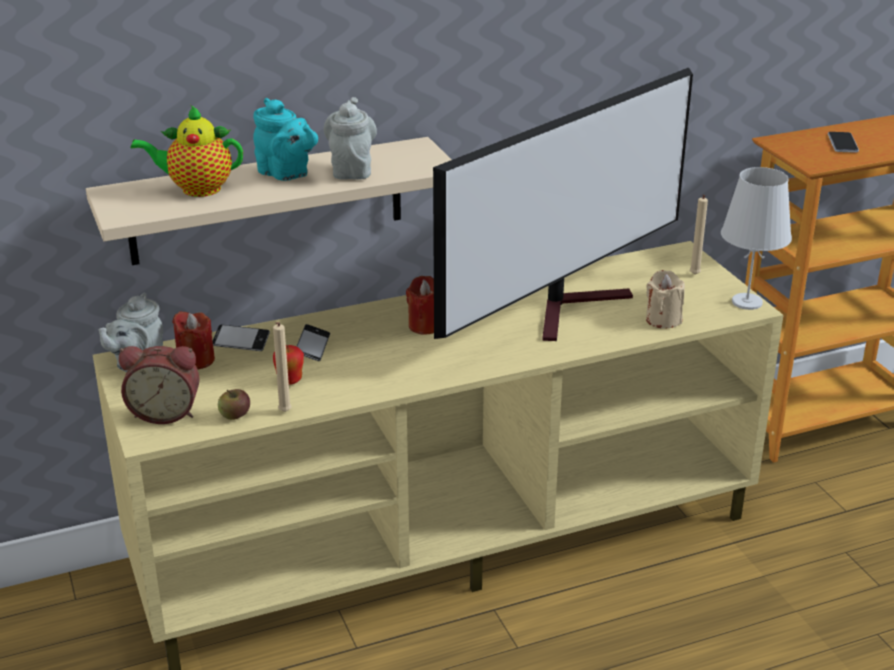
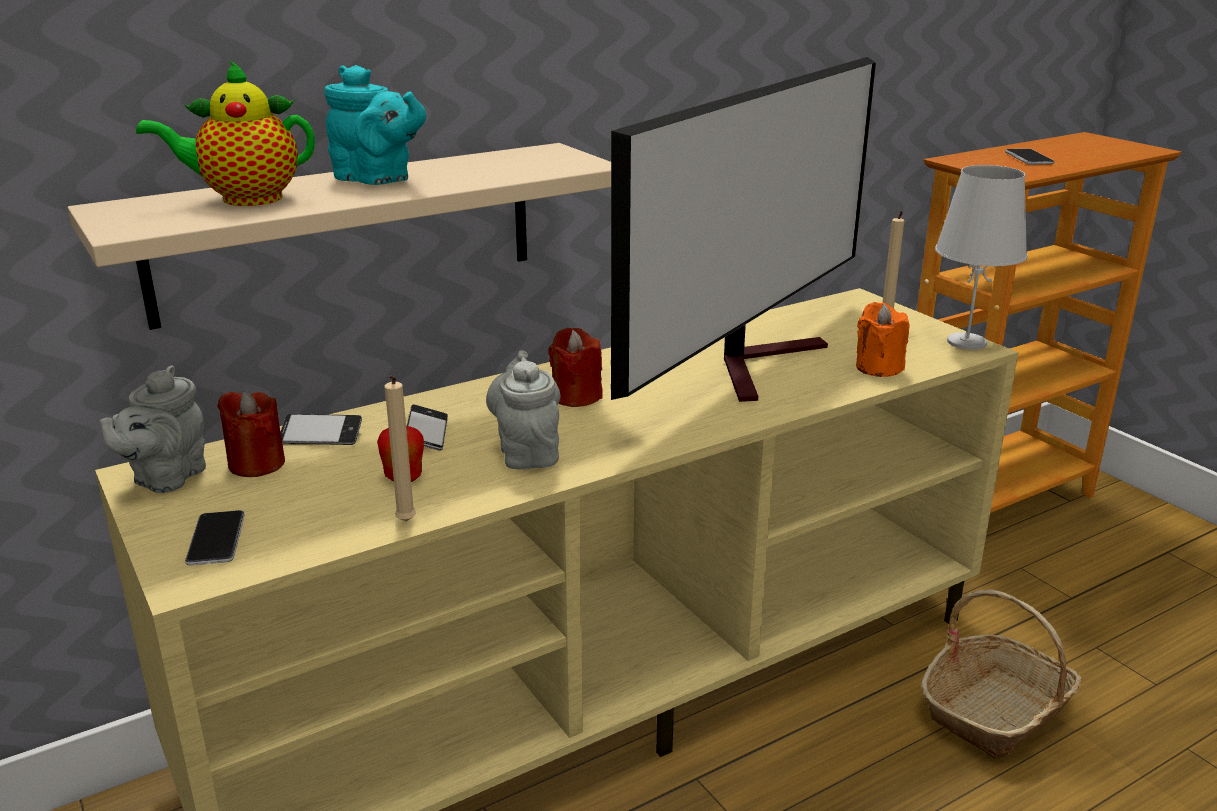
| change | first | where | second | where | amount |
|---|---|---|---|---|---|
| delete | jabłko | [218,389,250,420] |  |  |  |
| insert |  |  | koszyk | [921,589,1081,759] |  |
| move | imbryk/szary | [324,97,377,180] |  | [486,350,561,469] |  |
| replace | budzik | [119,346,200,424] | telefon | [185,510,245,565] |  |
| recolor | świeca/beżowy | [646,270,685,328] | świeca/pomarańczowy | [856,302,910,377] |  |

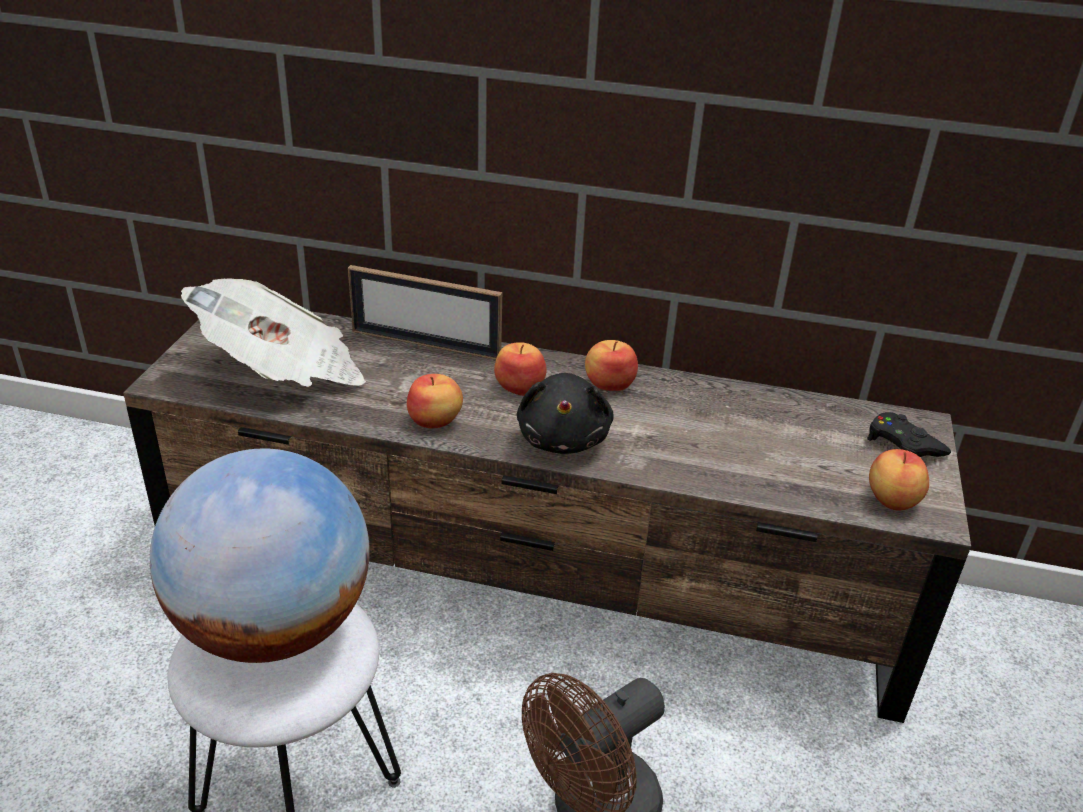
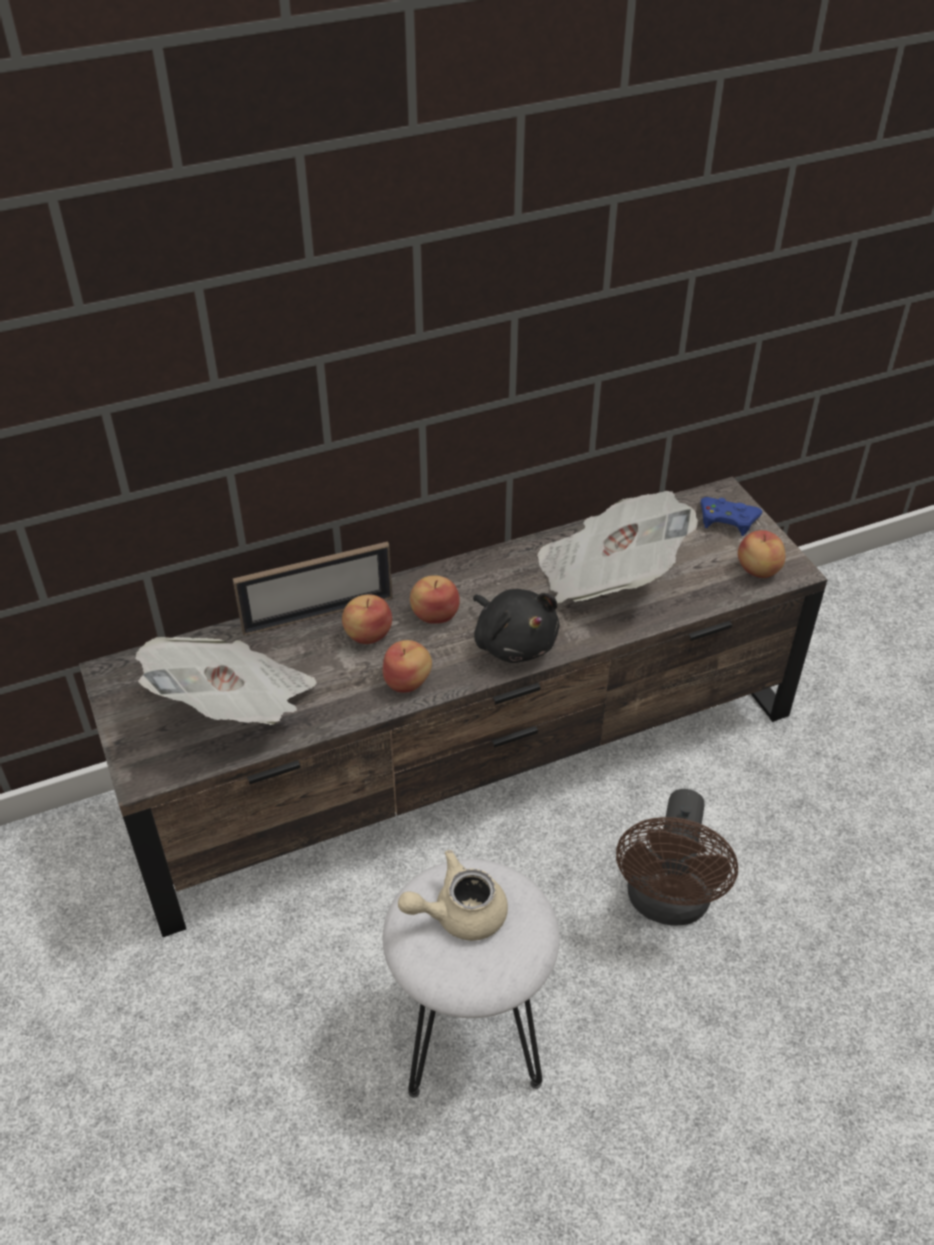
| change | first | where | second | where | amount |
|---|---|---|---|---|---|
| insert |  |  | gazeta | [537,491,697,603] |  |
| move | jabłko | [585,340,638,391] |  | [342,594,392,644] |  |
| replace | globus | [150,448,370,663] | imbryk/beżowy | [398,850,508,941] |  |
| recolor | pad do gier/czarny | [867,412,951,457] | pad do gier/niebieski | [701,497,762,536] |  |

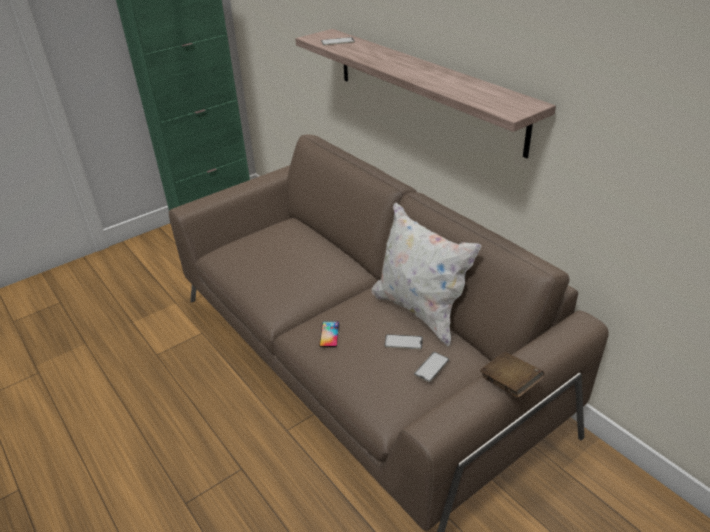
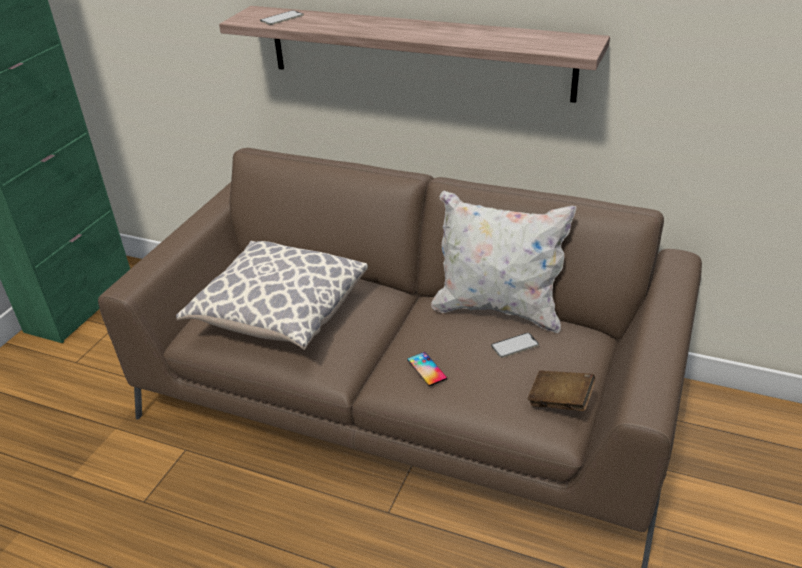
| change | first | where | second | where | amount |
|---|---|---|---|---|---|
| delete | telefon | [414,352,449,382] |  |  |  |
| insert |  |  | poduszka | [176,241,368,350] |  |
| move | książka/brązowy | [480,352,544,398] |  | [528,370,595,411] |  |

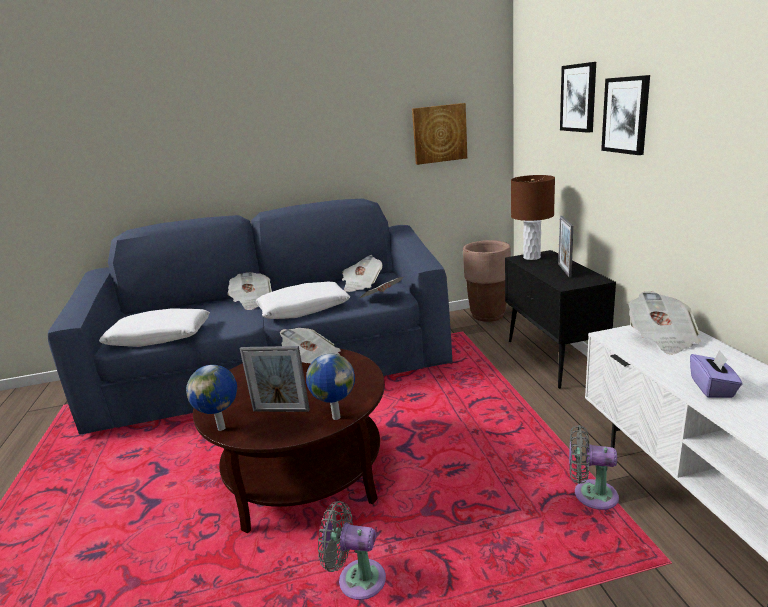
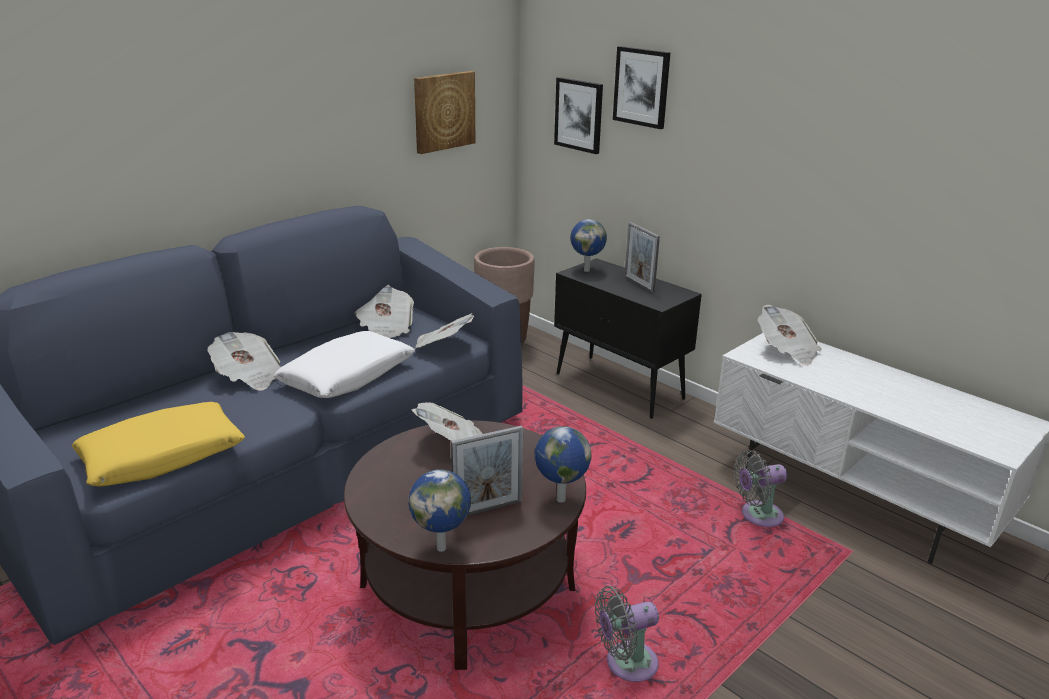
| change | first | where | second | where | amount |
|---|---|---|---|---|---|
| delete | pudełko chusteczek/fioletowy | [690,350,742,398] |  |  |  |
| move | obraz | [601,75,650,155] |  | [554,77,603,154] |  |
| replace | lampa stołowa/brązowy | [511,175,555,260] | globus | [570,219,607,272] |  |
| recolor | poduszka/biały | [99,308,210,347] | poduszka/żółty | [72,402,245,486] |  |

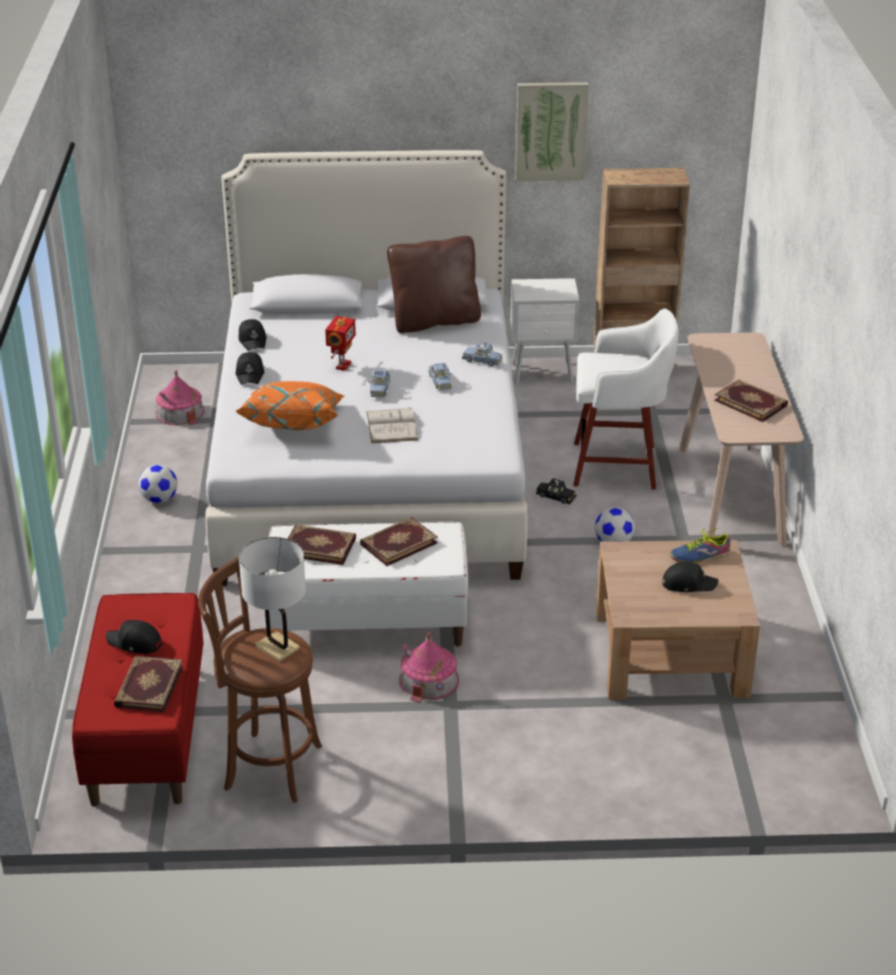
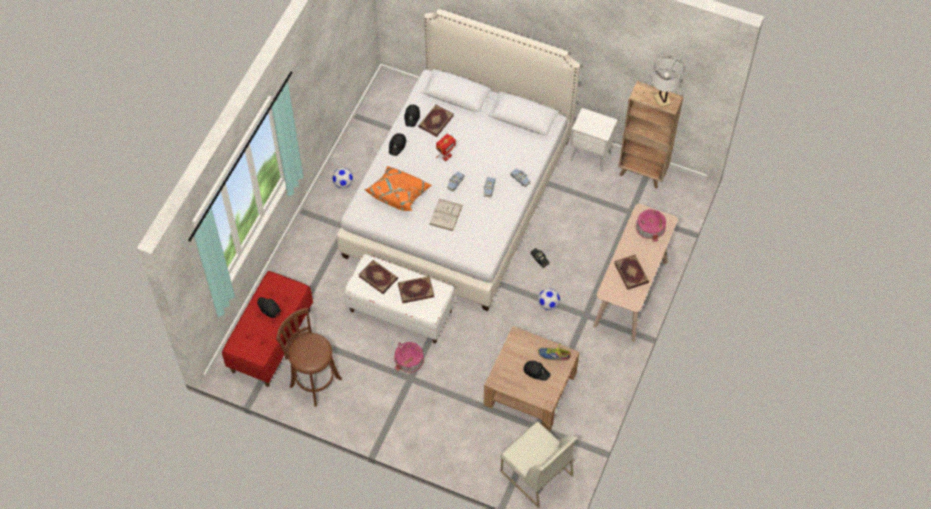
| change | first | where | second | where | amount |
|---|---|---|---|---|---|
| delete | poduszka/brązowy | [387,236,481,333] |  |  |  |
| delete | obraz | [515,82,589,181] |  |  |  |
| delete | stołek/biały | [573,309,679,490] |  |  |  |
| insert |  |  | krzesło/biały | [500,421,577,508] |  |
| move | książka | [114,655,183,712] |  | [418,105,453,137] |  |
| move | domek | [155,370,205,425] |  | [636,209,666,242] |  |
| move | lampa stołowa/biały | [239,537,306,662] |  | [652,57,682,108] |  |

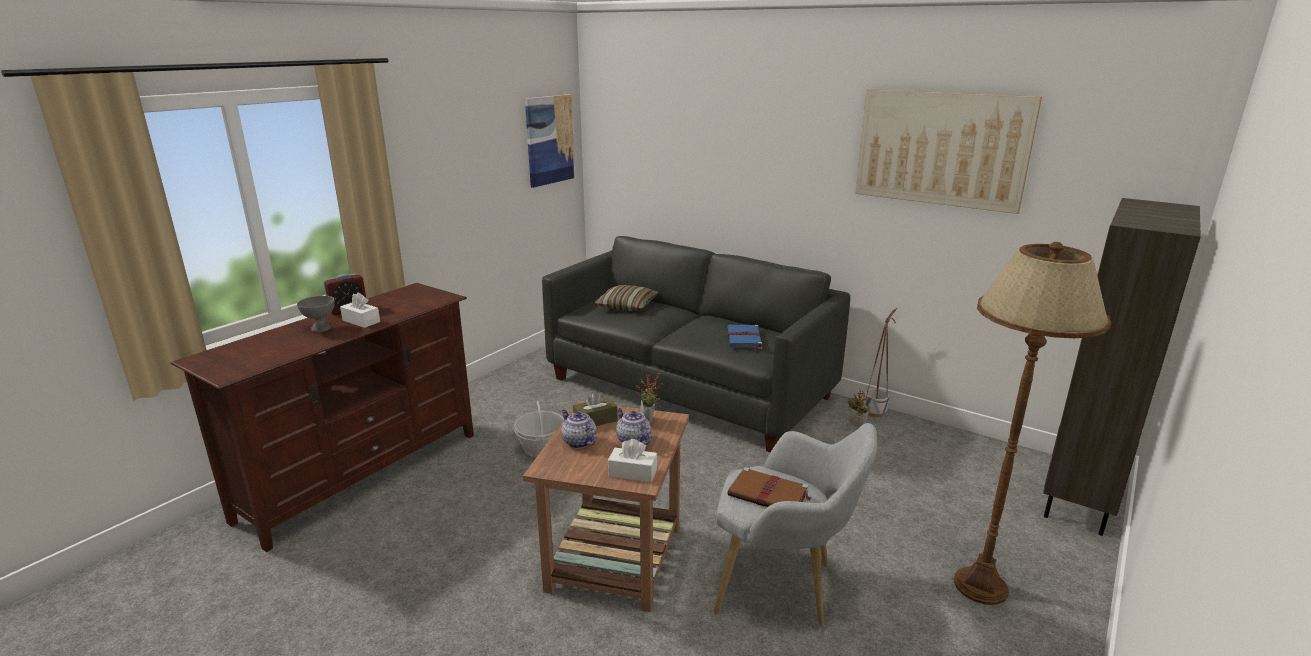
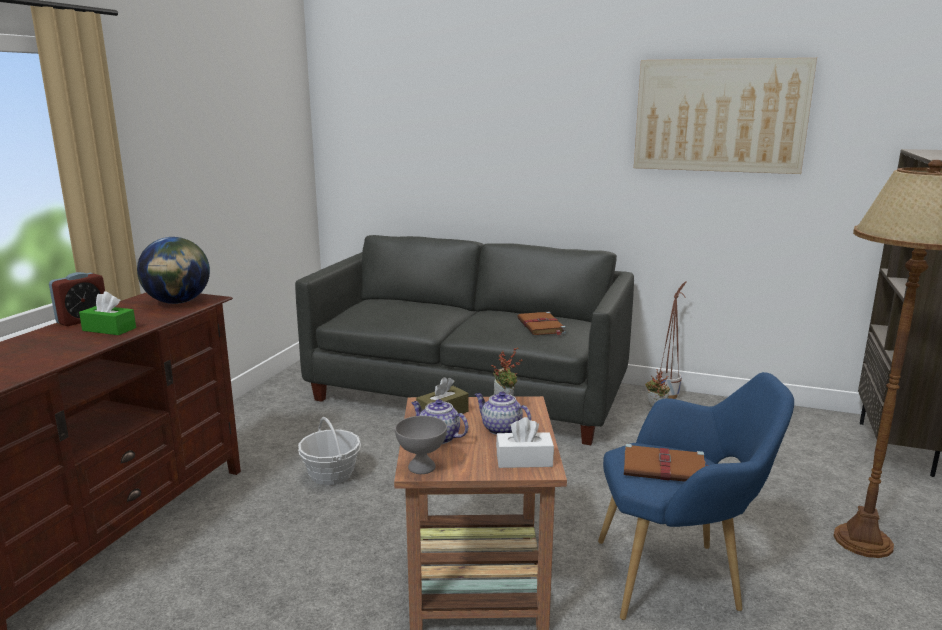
| change | first | where | second | where | amount |
|---|---|---|---|---|---|
| delete | obraz | [525,94,575,188] |  |  |  |
| delete | poduszka | [594,285,658,311] |  |  |  |
| insert |  |  | globus | [137,237,210,304] |  |
| move | miska/szary | [297,296,335,332] |  | [395,416,447,474] |  |
| recolor | pudełko chusteczek/biały | [340,292,380,328] | pudełko chusteczek/zielony | [79,291,136,335] |  |
| recolor | fotel/szary | [714,423,877,627] | fotel/niebieski | [598,372,794,620] |  |
| recolor | książka/niebieski | [727,324,762,351] | książka/brązowy | [517,312,566,335] |  |

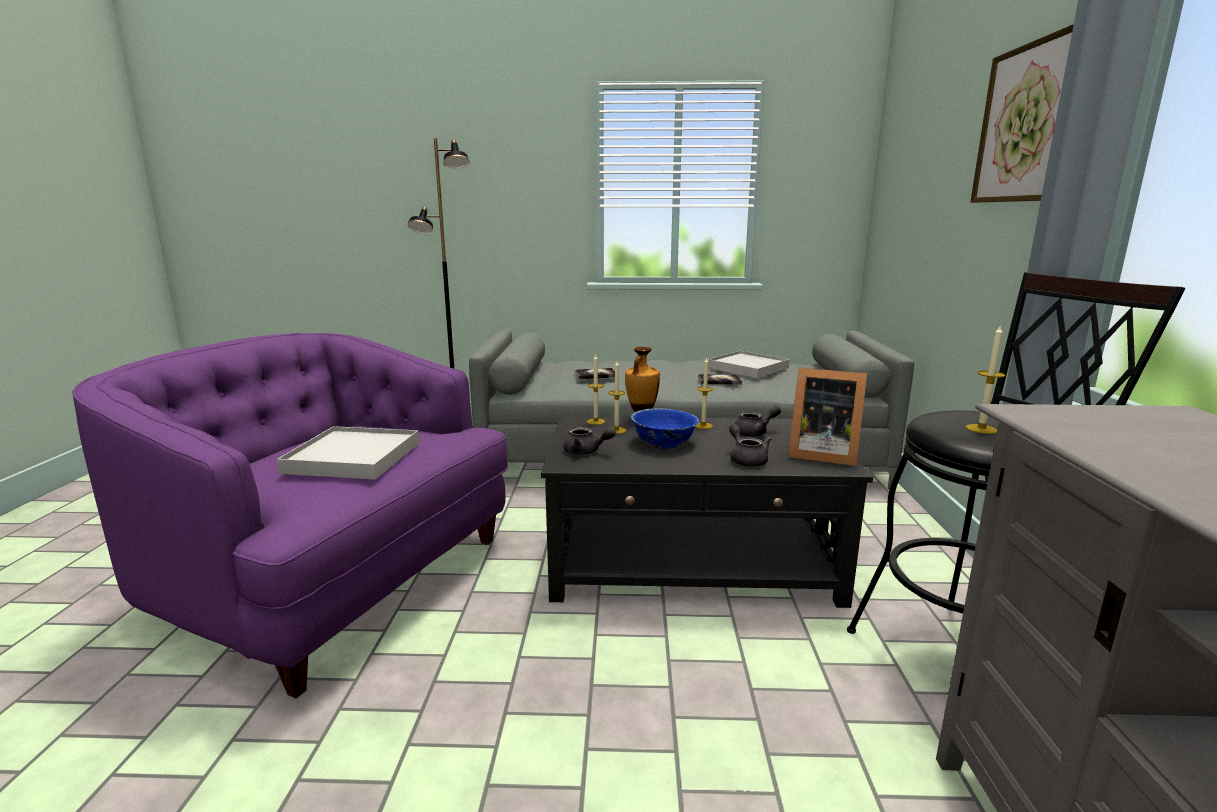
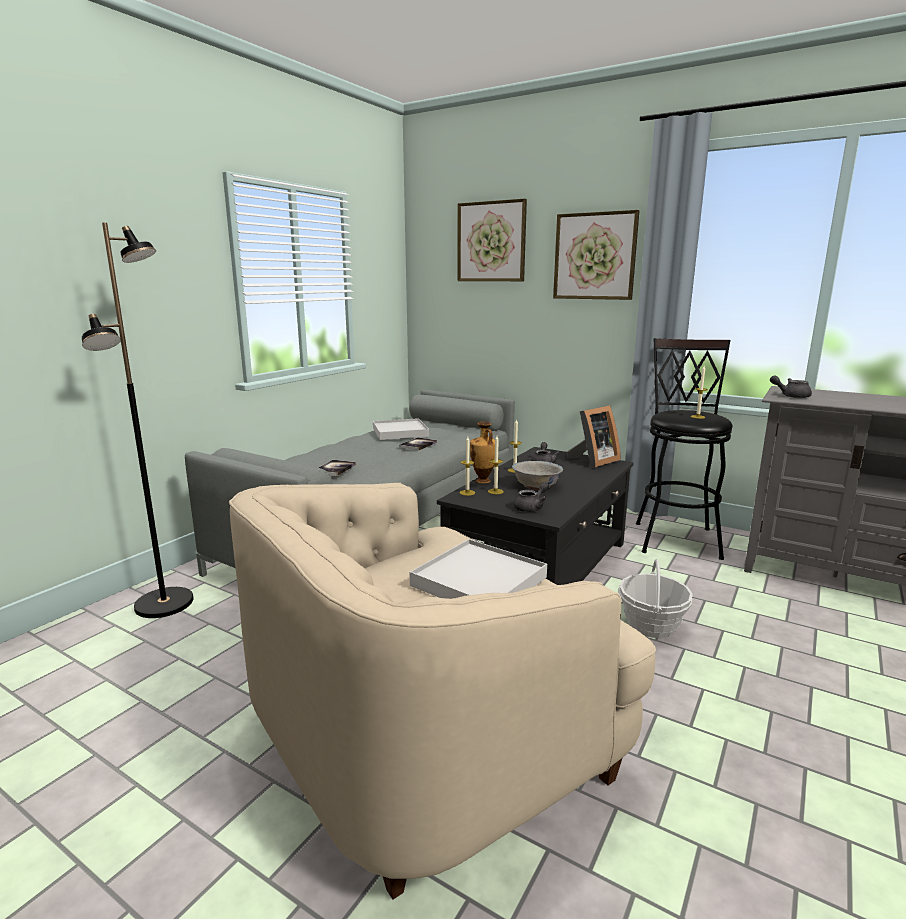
| change | first | where | second | where | amount |
|---|---|---|---|---|---|
| insert |  |  | obraz | [457,199,527,281] |  |
| insert |  |  | koszyk | [618,559,693,638] |  |
| move | imbryk/szary | [729,424,771,467] |  | [770,375,812,398] |  |
| recolor | fotel/fioletowy | [72,333,509,698] | fotel/beżowy | [229,483,656,900] |  |
| recolor | miska/niebieski | [631,408,699,449] | miska/biały | [512,461,563,490] |  |

